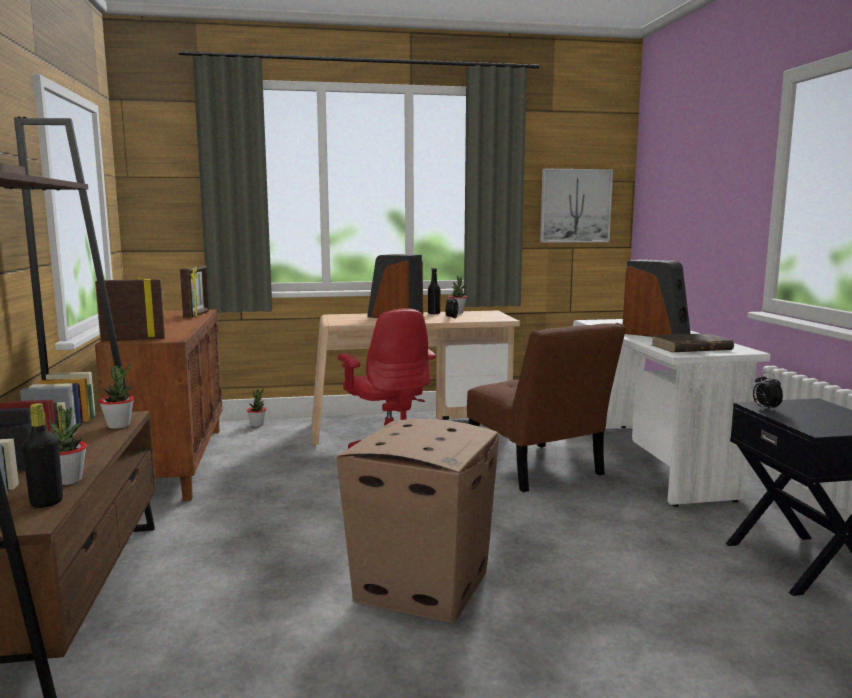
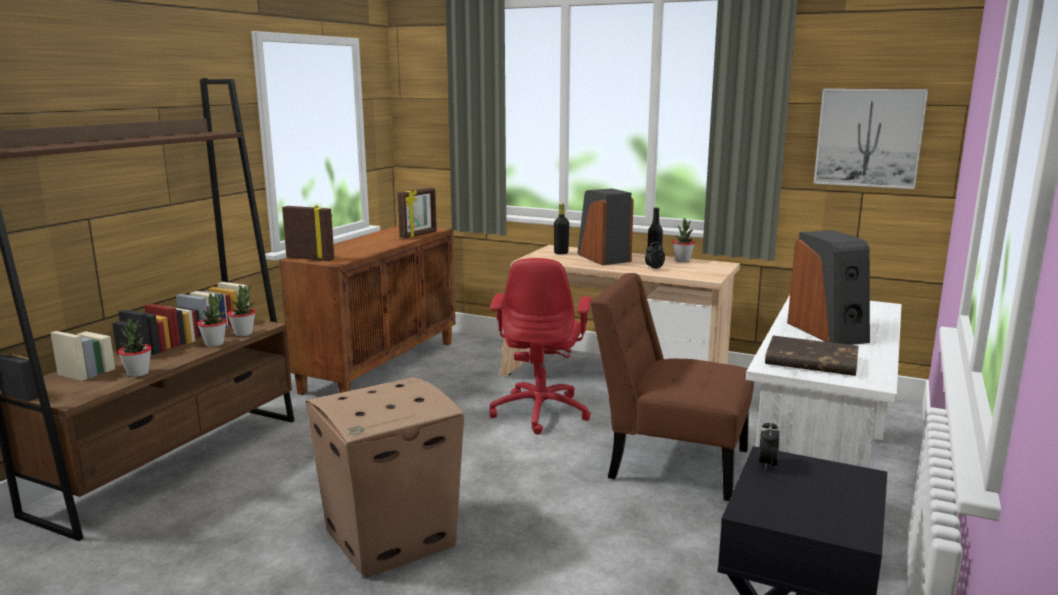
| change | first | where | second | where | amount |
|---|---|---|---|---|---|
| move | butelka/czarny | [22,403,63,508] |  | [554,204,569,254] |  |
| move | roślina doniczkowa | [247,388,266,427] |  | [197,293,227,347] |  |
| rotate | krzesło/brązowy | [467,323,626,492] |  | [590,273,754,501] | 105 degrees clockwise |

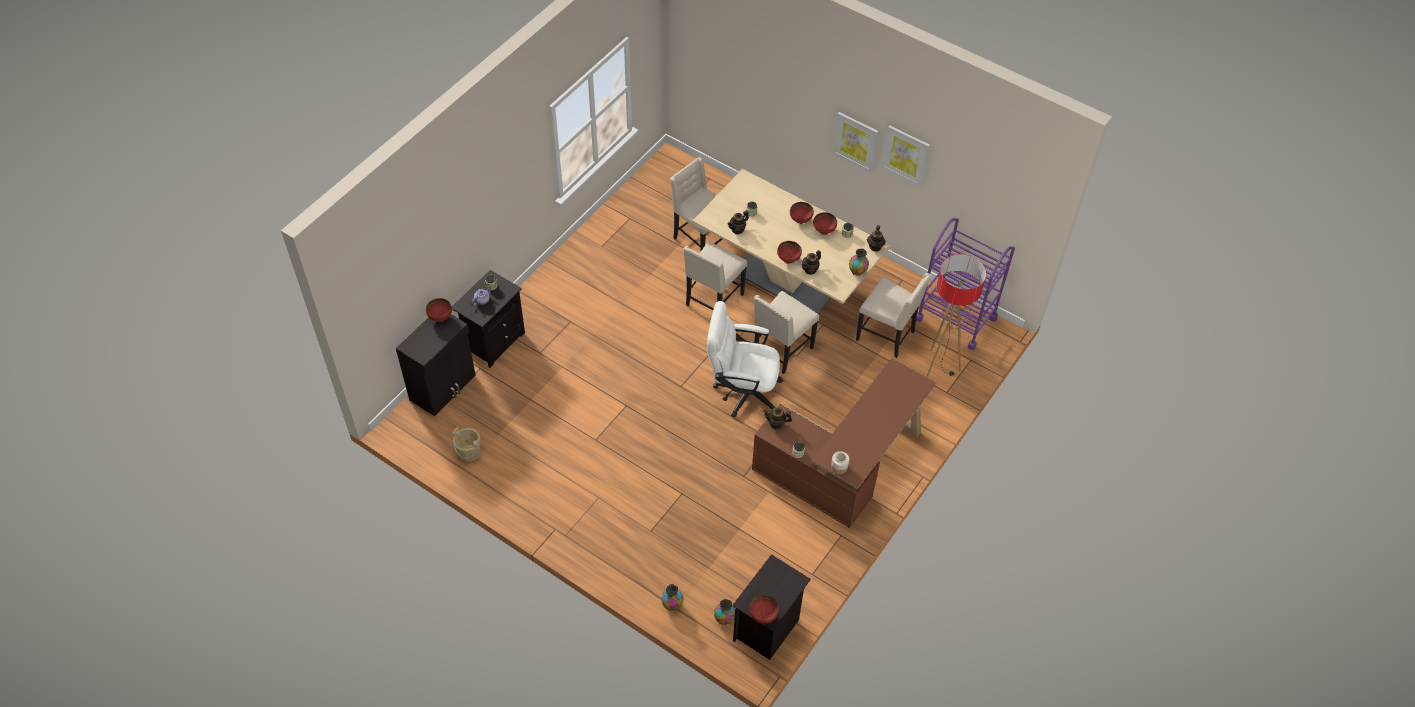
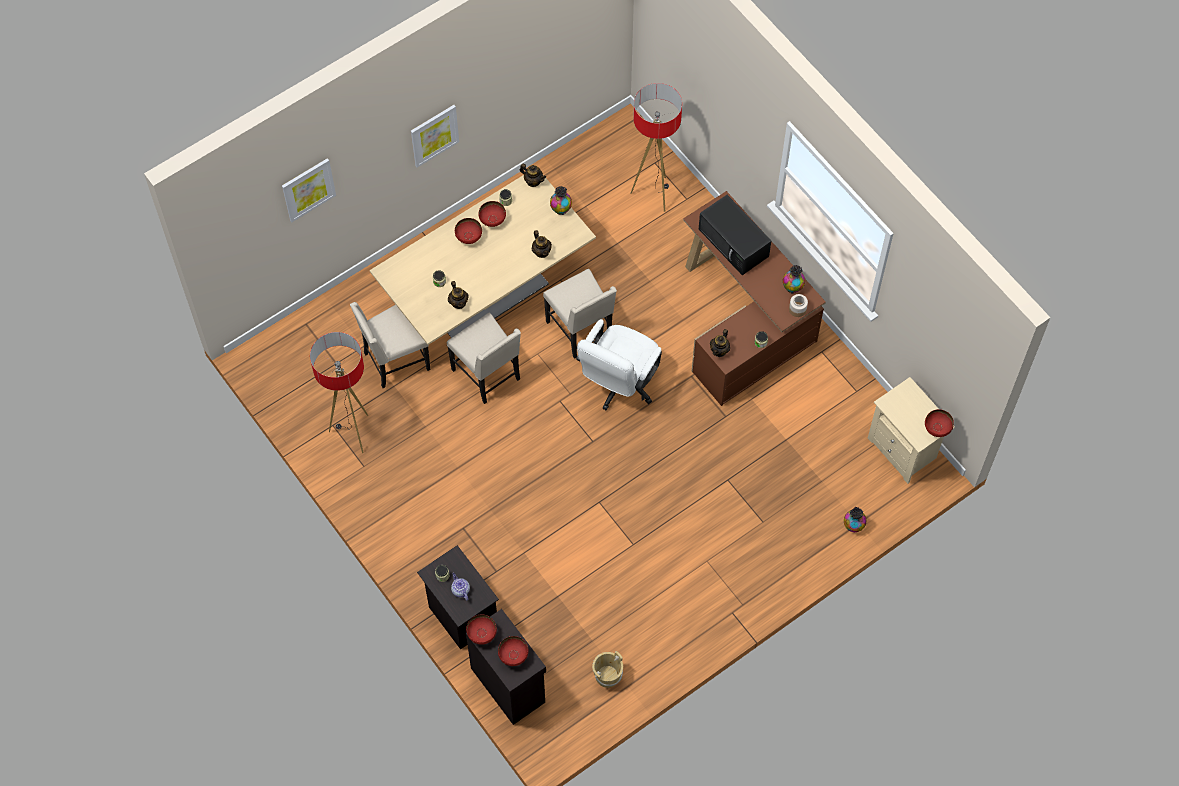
| change | first | where | second | where | amount |
|---|---|---|---|---|---|
| delete | krzesło/beżowy | [856,273,931,358] |  |  |  |
| delete | wózek/fioletowy | [916,218,1015,350] |  |  |  |
| insert |  |  | lampa stojąca | [310,332,368,453] |  |
| insert |  |  | mikrofalówka/czarny | [699,195,771,275] |  |
| move | wazon | [714,599,735,625] |  | [783,265,805,294] |  |
| move | miska/czerwony | [777,241,802,264] |  | [498,636,529,666] |  |
| move | obraz | [881,125,930,186] |  | [282,158,336,222] |  |
| recolor | szafka nocna/czarny | [732,554,811,660] | szafka nocna/beżowy | [868,377,955,484] |  |

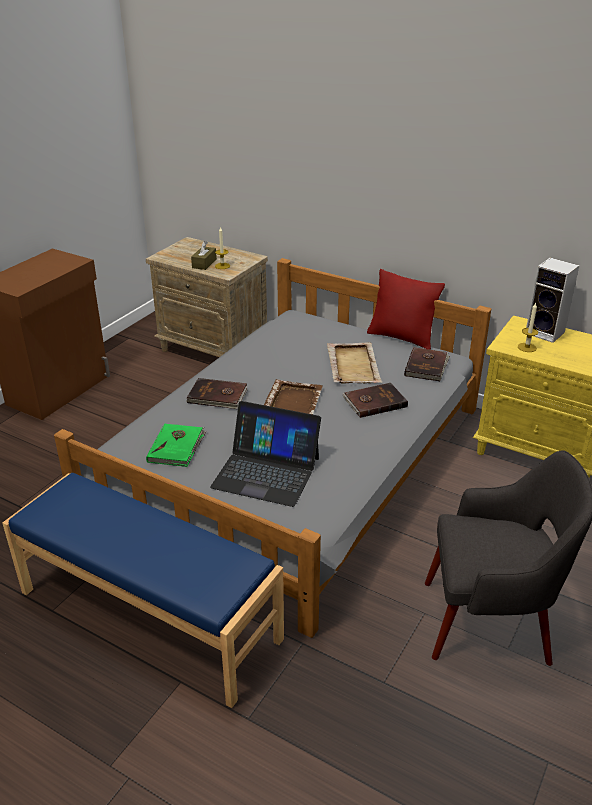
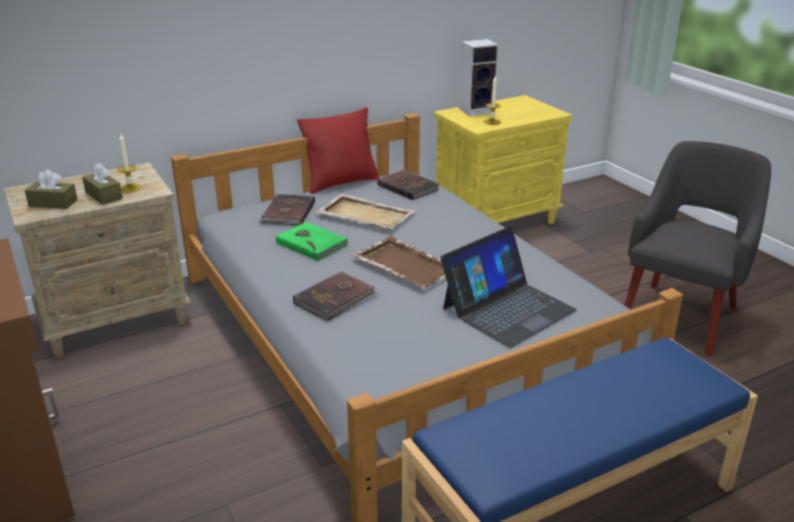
| change | first | where | second | where | amount |
|---|---|---|---|---|---|
| insert |  |  | pudełko chusteczek/brązowy | [25,170,78,209] |  |
| move | książka/zielony | [146,423,206,467] |  | [276,222,349,261] |  |
| move | książka/brązowy | [343,383,408,418] |  | [259,194,315,225] |  |

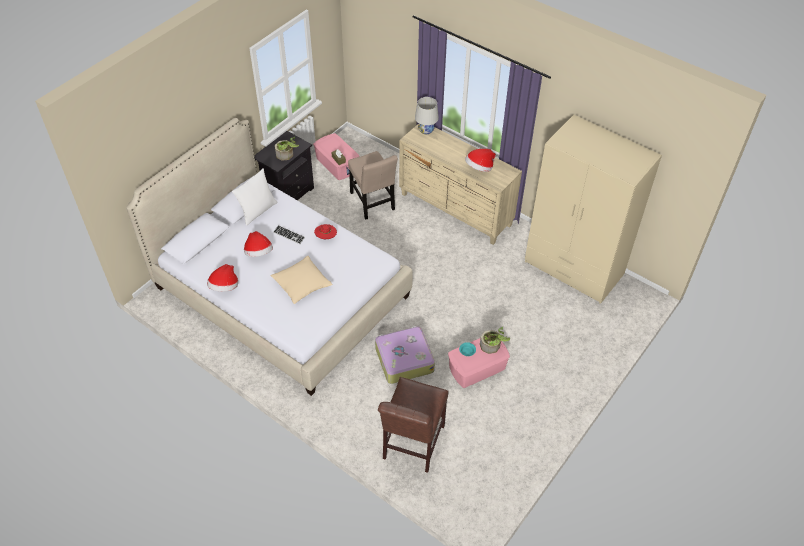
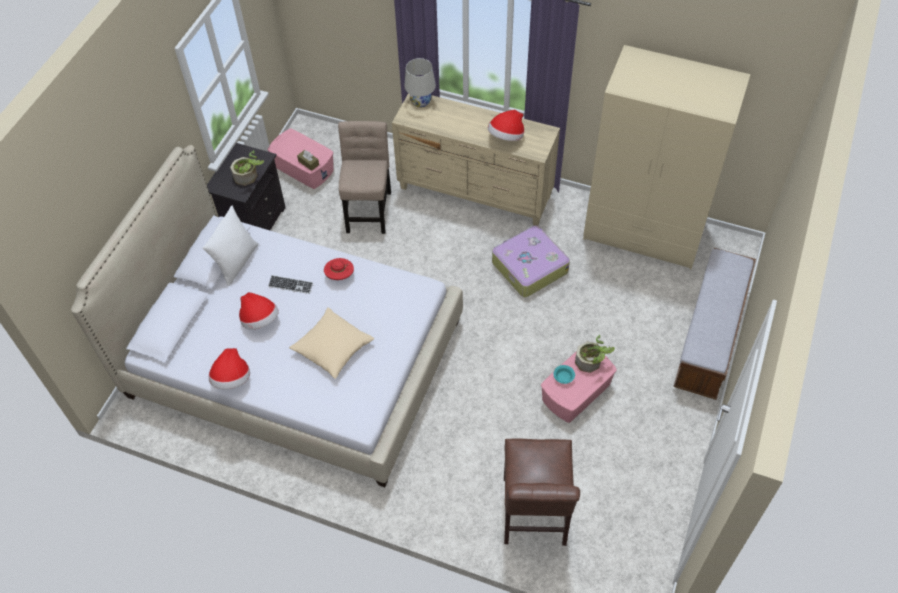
| change | first | where | second | where | amount |
|---|---|---|---|---|---|
| insert |  |  | ławka | [673,248,756,400] |  |
| move | walizka | [375,326,435,384] |  | [492,225,570,297] |  |
| rotate | krzesło/beżowy | [348,151,398,220] |  | [338,121,391,234] | 135 degrees counterclockwise |

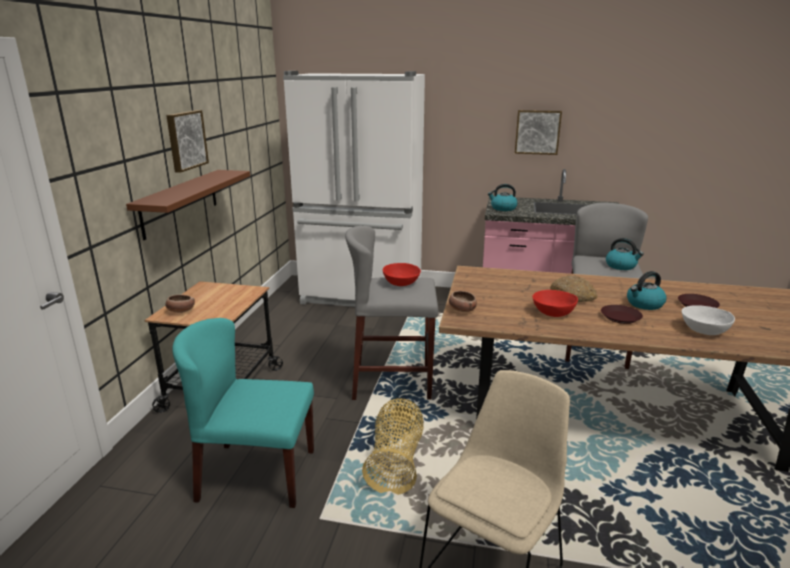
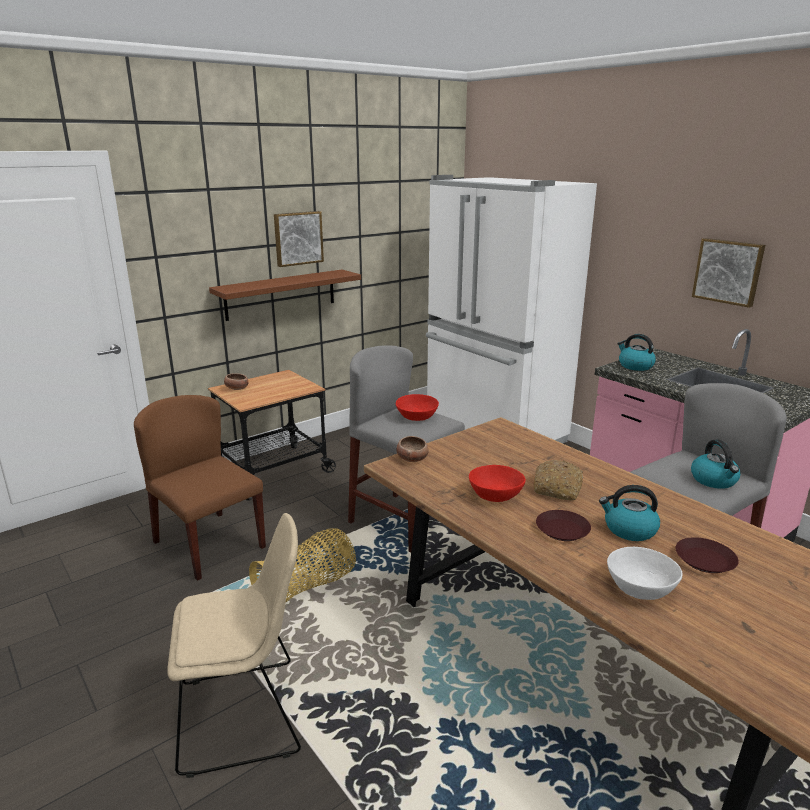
| change | first | where | second | where | amount |
|---|---|---|---|---|---|
| recolor | krzesło/turkusowy | [173,318,314,508] | krzesło/brązowy | [134,395,266,581] |  |

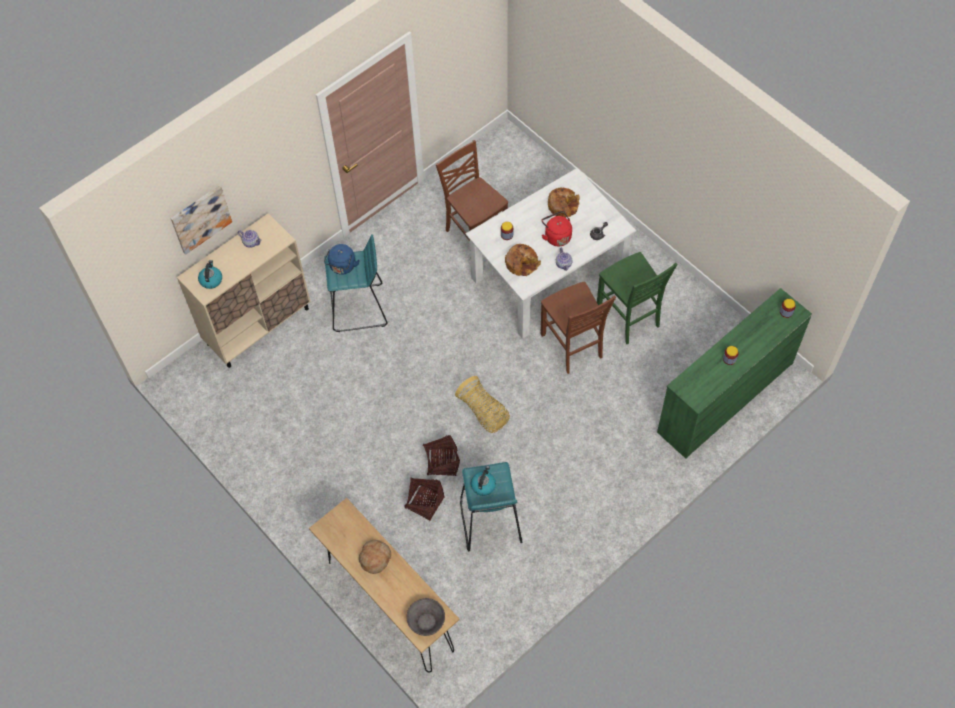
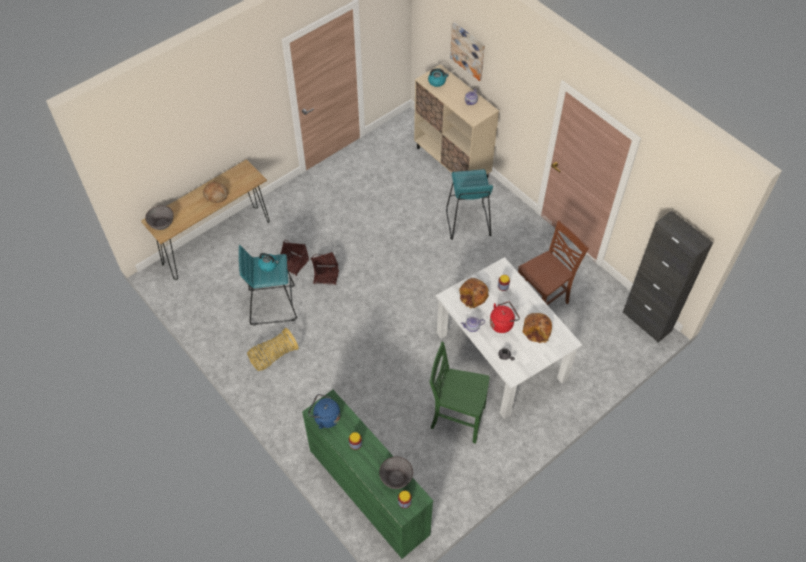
| change | first | where | second | where | amount |
|---|---|---|---|---|---|
| delete | krzesło/brązowy | [541,282,616,374] |  |  |  |
| insert |  |  | miska/szary | [379,456,413,489] |  |
| insert |  |  | szafka/czarny | [623,210,713,343] |  |
| move | czajnik/niebieski | [324,244,360,275] |  | [308,394,340,429] |  |
| move | koszyk | [455,376,510,433] |  | [247,328,299,371] |  |
| rotate | krzesło/zielony | [597,252,678,344] |  | [429,342,490,444] | 45 degrees clockwise |

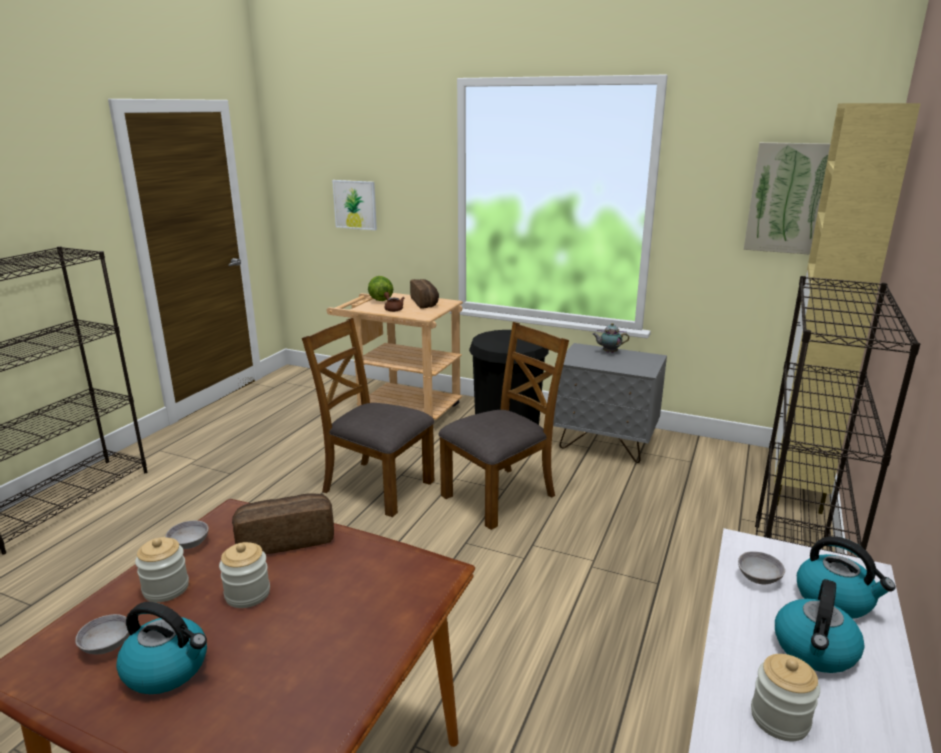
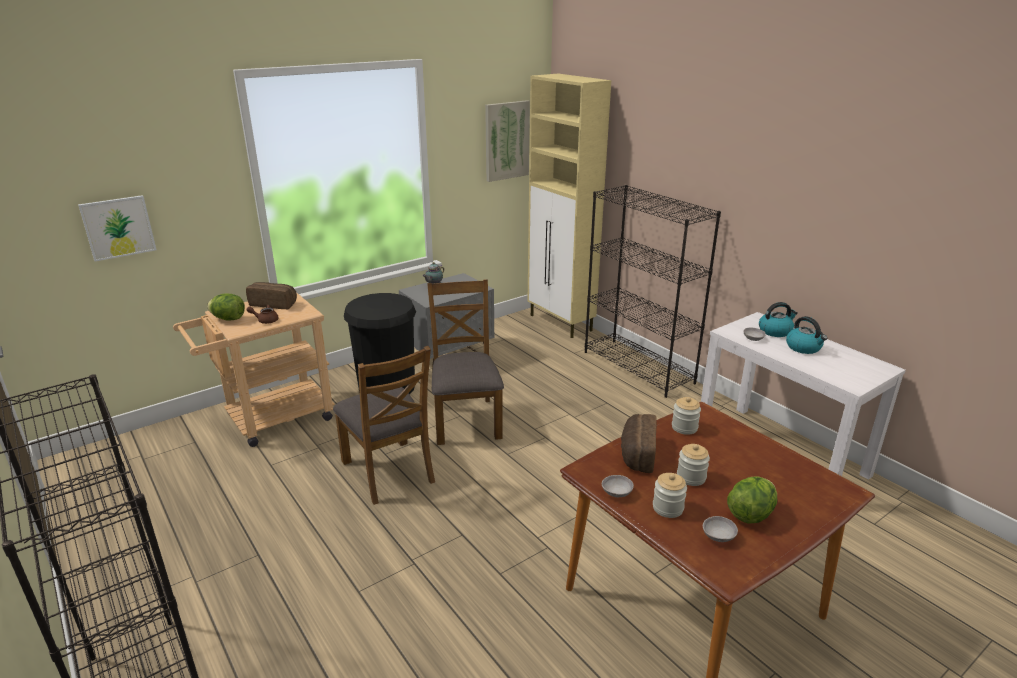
| change | first | where | second | where | amount |
|---|---|---|---|---|---|
| move | słoik | [751,654,820,741] |  | [672,397,701,435] |  |
| replace | czajnik | [116,602,207,694] | sałata | [727,476,777,523] |  |
| rotate | krzesło/brązowy | [302,318,434,517] |  | [333,346,435,505] | 90 degrees counterclockwise |

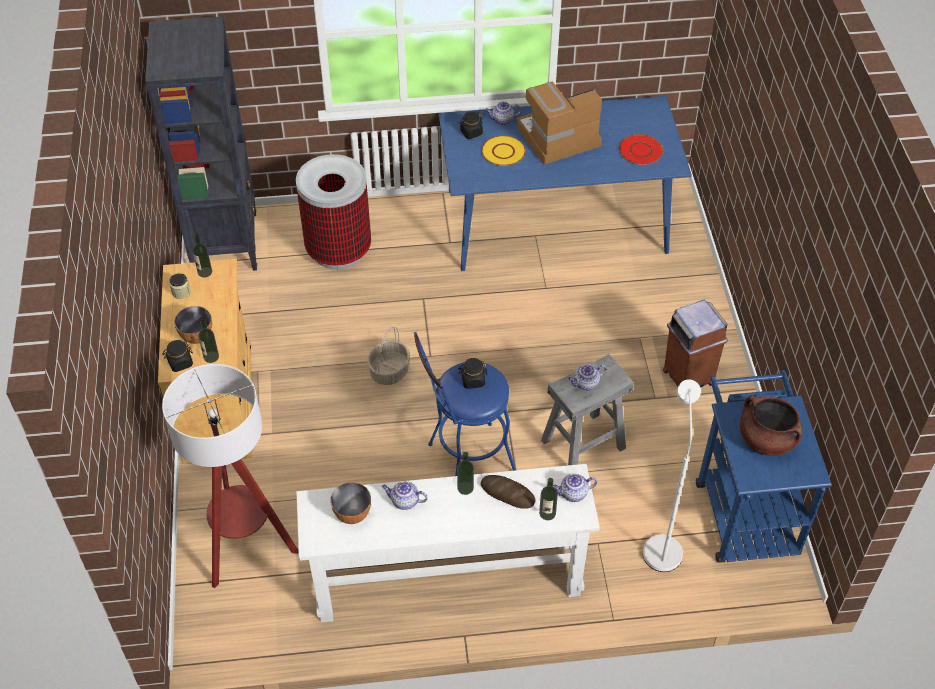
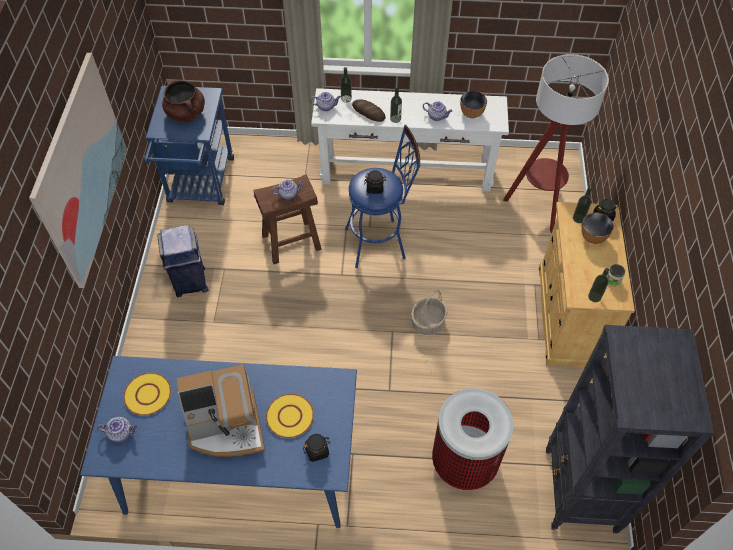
| change | first | where | second | where | amount |
|---|---|---|---|---|---|
| delete | lampa stojąca/biały | [643,379,701,572] |  |  |  |
| insert |  |  | obraz | [29,53,128,288] |  |
| move | imbryk | [485,102,521,125] |  | [97,417,137,442] |  |
| recolor | stołek/szary | [541,354,634,465] | stołek/brązowy | [253,174,322,264] |  |
| recolor | talerz/czerwony | [619,134,663,165] | talerz/żółty | [123,373,171,416] |  |
| recolor | kosz na śmieci/brązowy | [663,300,728,387] | kosz na śmieci/niebieski | [157,225,208,297] |  |

